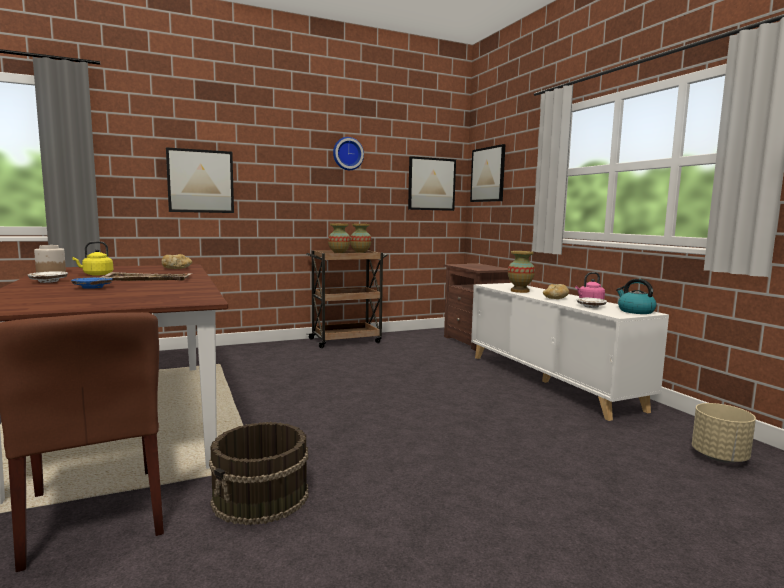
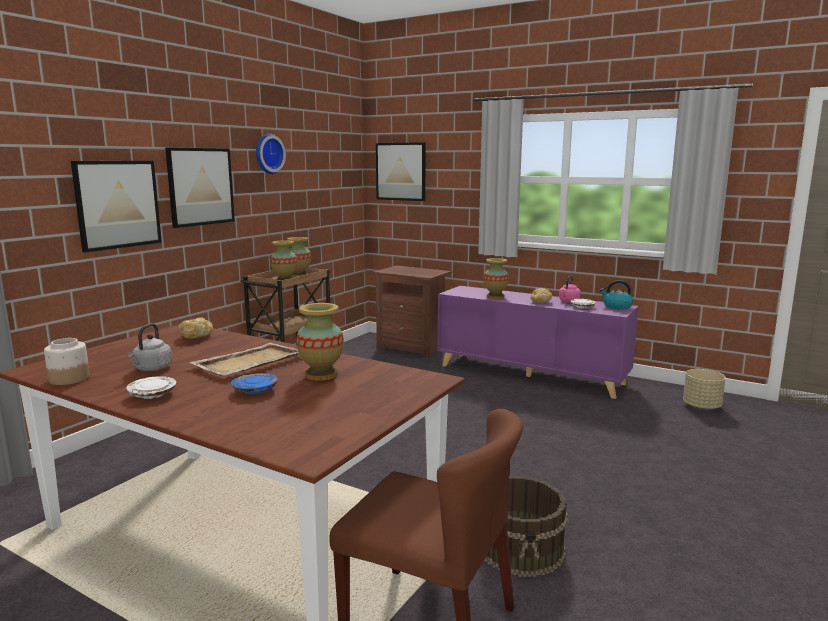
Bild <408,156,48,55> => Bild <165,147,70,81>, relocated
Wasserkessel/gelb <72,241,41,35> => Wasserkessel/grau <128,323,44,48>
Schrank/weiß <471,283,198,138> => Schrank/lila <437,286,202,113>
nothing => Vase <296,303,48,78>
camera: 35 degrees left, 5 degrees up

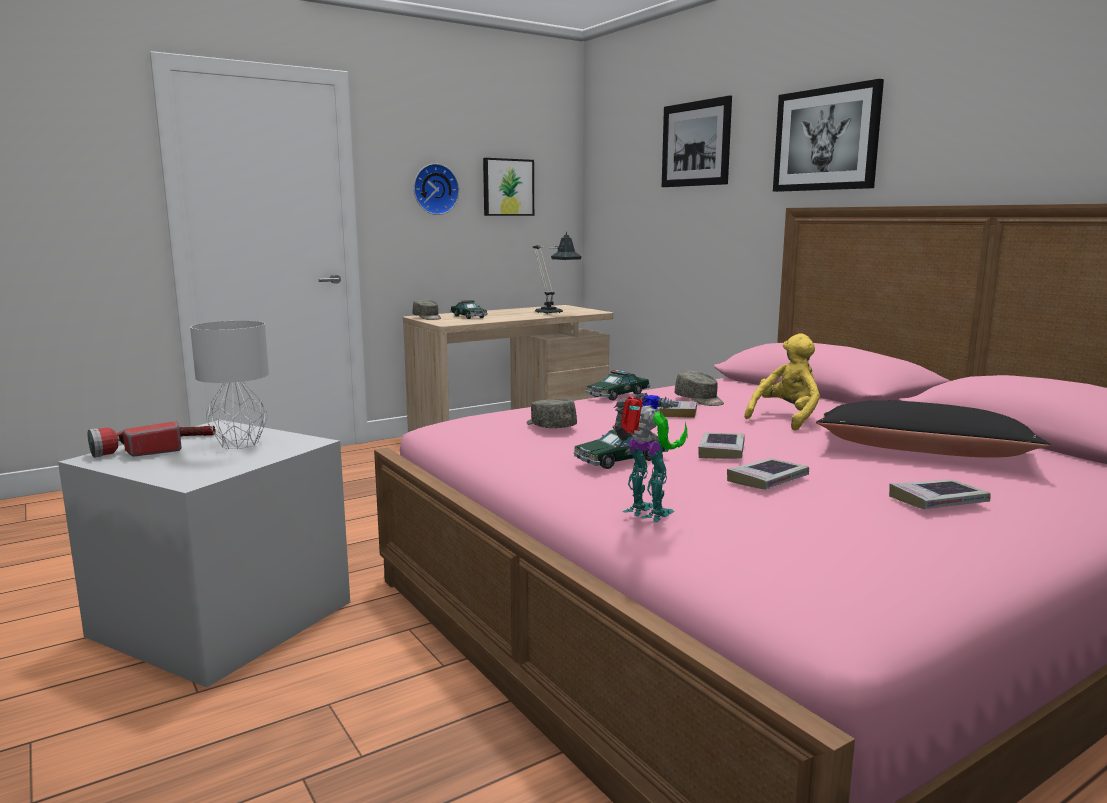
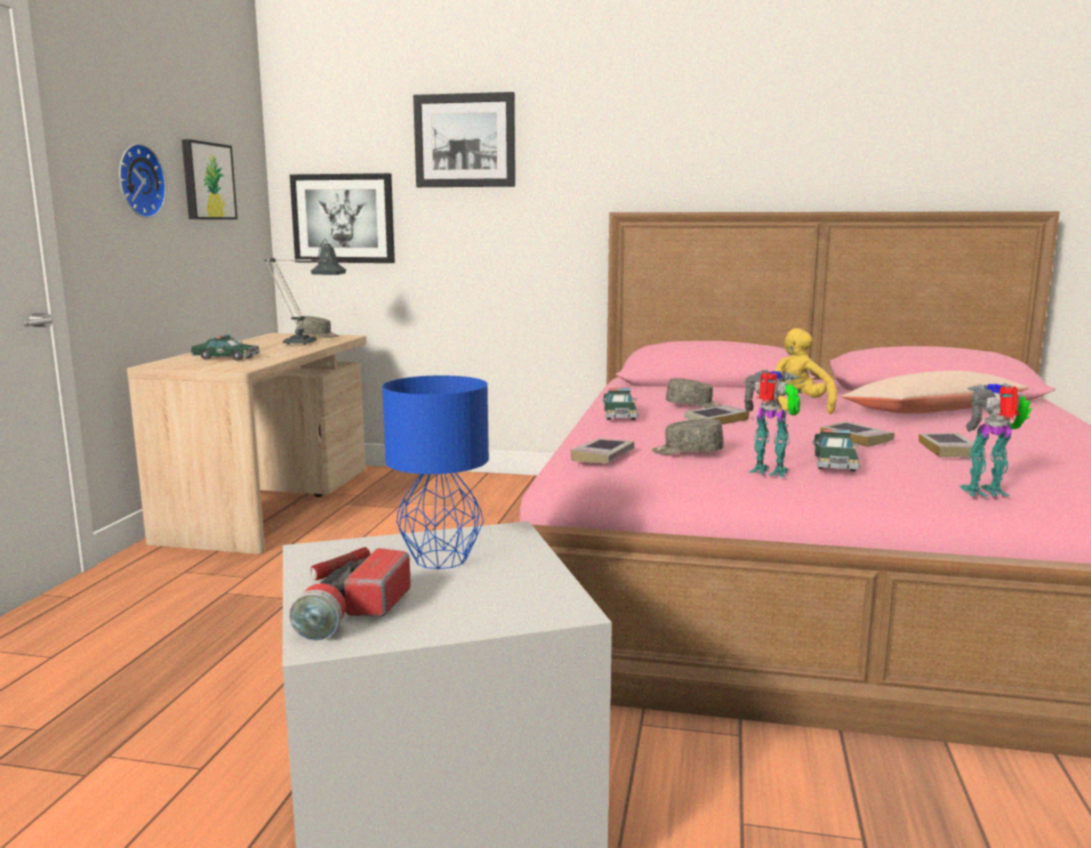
Bild <773,79,111,113> => Bild <290,173,105,90>, relocated
Kappe/grau <412,299,29,21> => Kappe/grau <296,316,43,22>, relocated
Tischlampe/grau <190,321,79,128> => Tischlampe/blau <382,375,107,194>
Kissen/schwarz <816,400,235,58> => Kissen/beige <841,371,188,42>
Buch <889,480,102,29> => Buch <570,439,64,24>, relocated
nothing => Spielzeugroboter <744,370,57,107>
camera: 45 degrees left, 0 degrees up

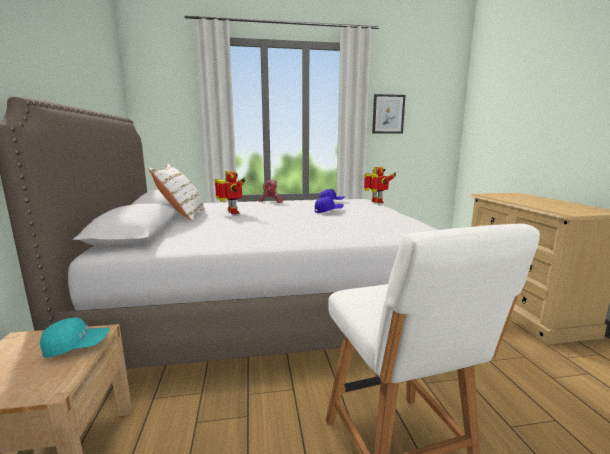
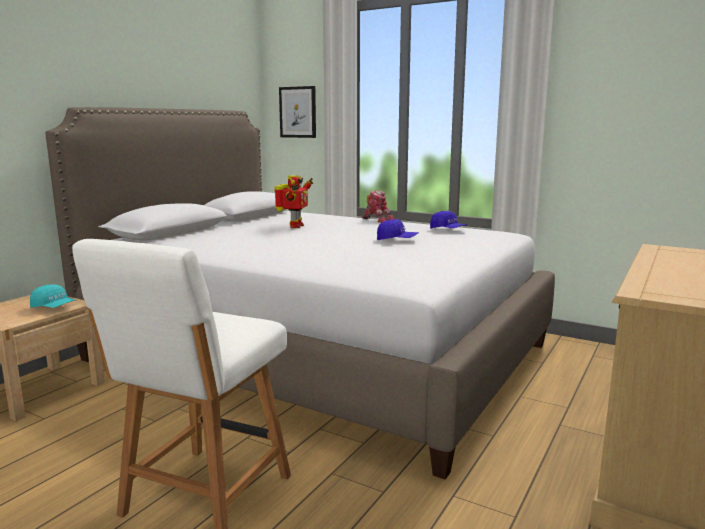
Bild <372,94,34,40> => Bild <279,86,37,52>, relocated
Kissen/weiß <148,164,57,56> => nothing
Spielzeugroboter <364,167,32,36> => nothing
camera: 40 degrees right, 0 degrees up

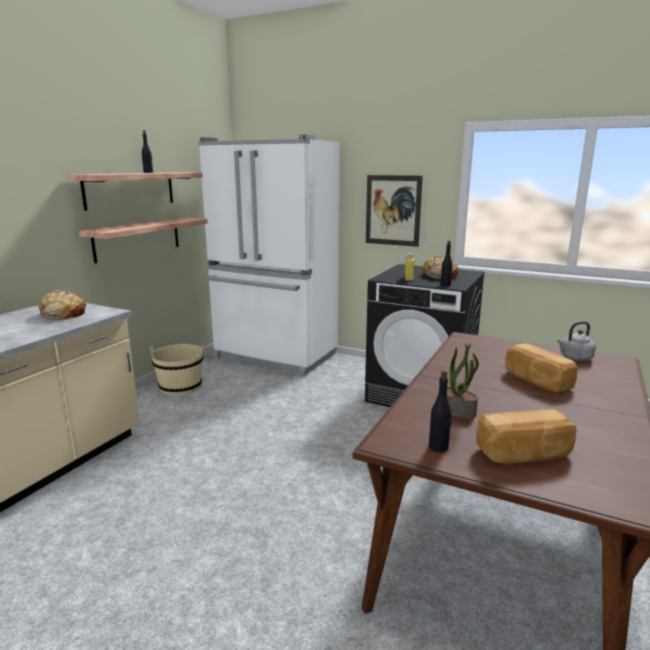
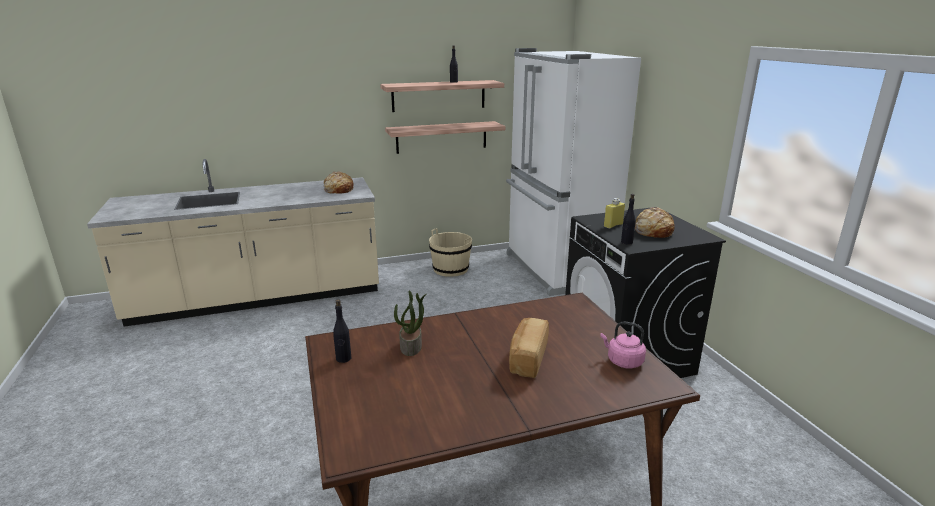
Bild <366,175,57,72> => nothing
Wasserkessel/grau <557,321,39,40> => Wasserkessel/rosa <601,321,45,47>
Brot <476,409,101,54> => nothing
camera: 45 degrees right, 5 degrees up

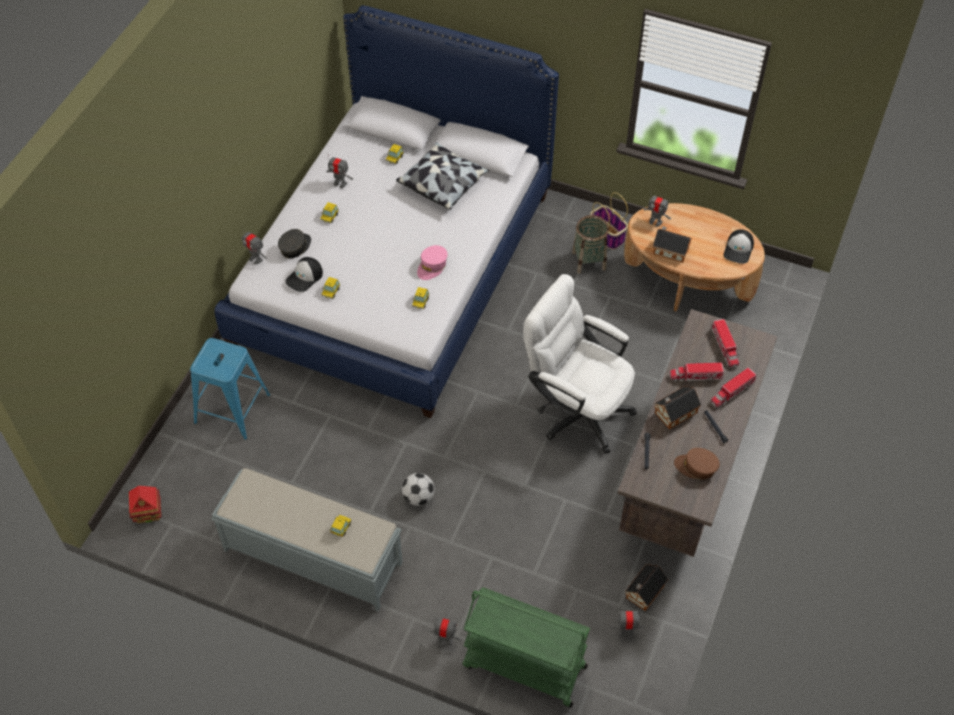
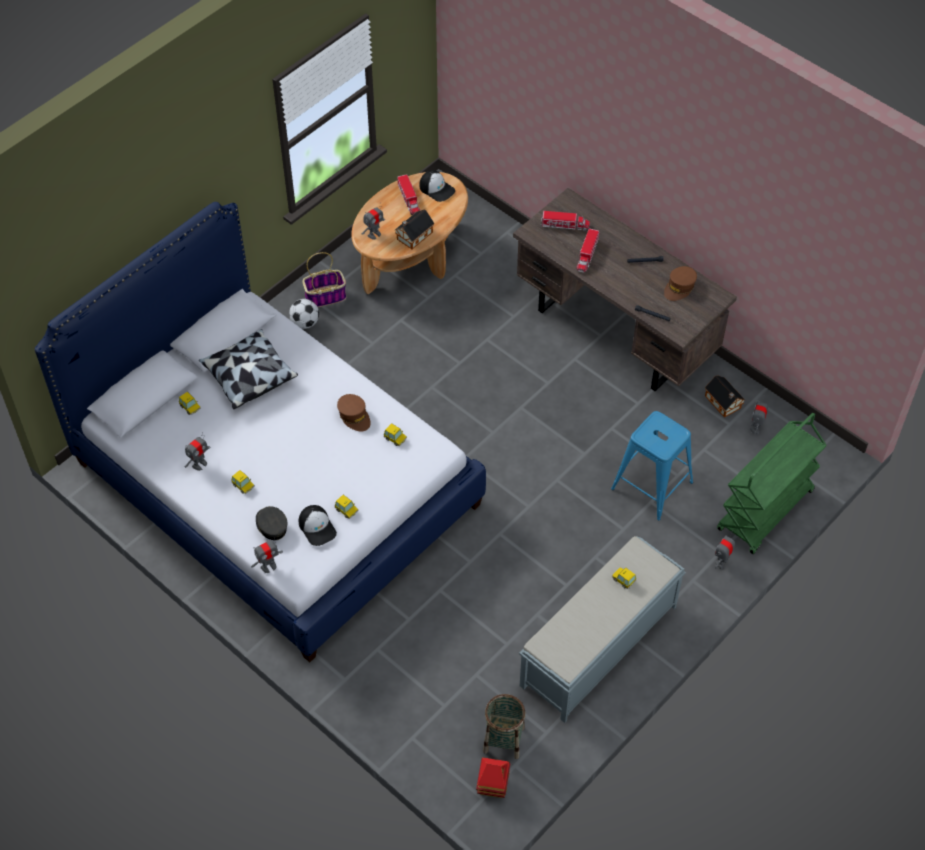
Korb <572,215,37,59> => Korb <483,694,42,65>, relocated
Kappe/rosa <417,245,31,35> => Kappe/braun <337,394,34,38>
Bürostuhl/weiß <523,274,114,180> => nothing
Hocker/blau <190,338,80,102> => Hocker/blau <611,411,82,110>, relocated
Spielzeuglaster <711,368,46,40> => Spielzeuglaster <397,174,23,41>, relocated
Spielzeughaus <654,386,47,43> => nothing
Fußball <402,473,33,33> => Fußball <289,299,30,30>, relocated
camera: 70 degrees left, 0 degrees up

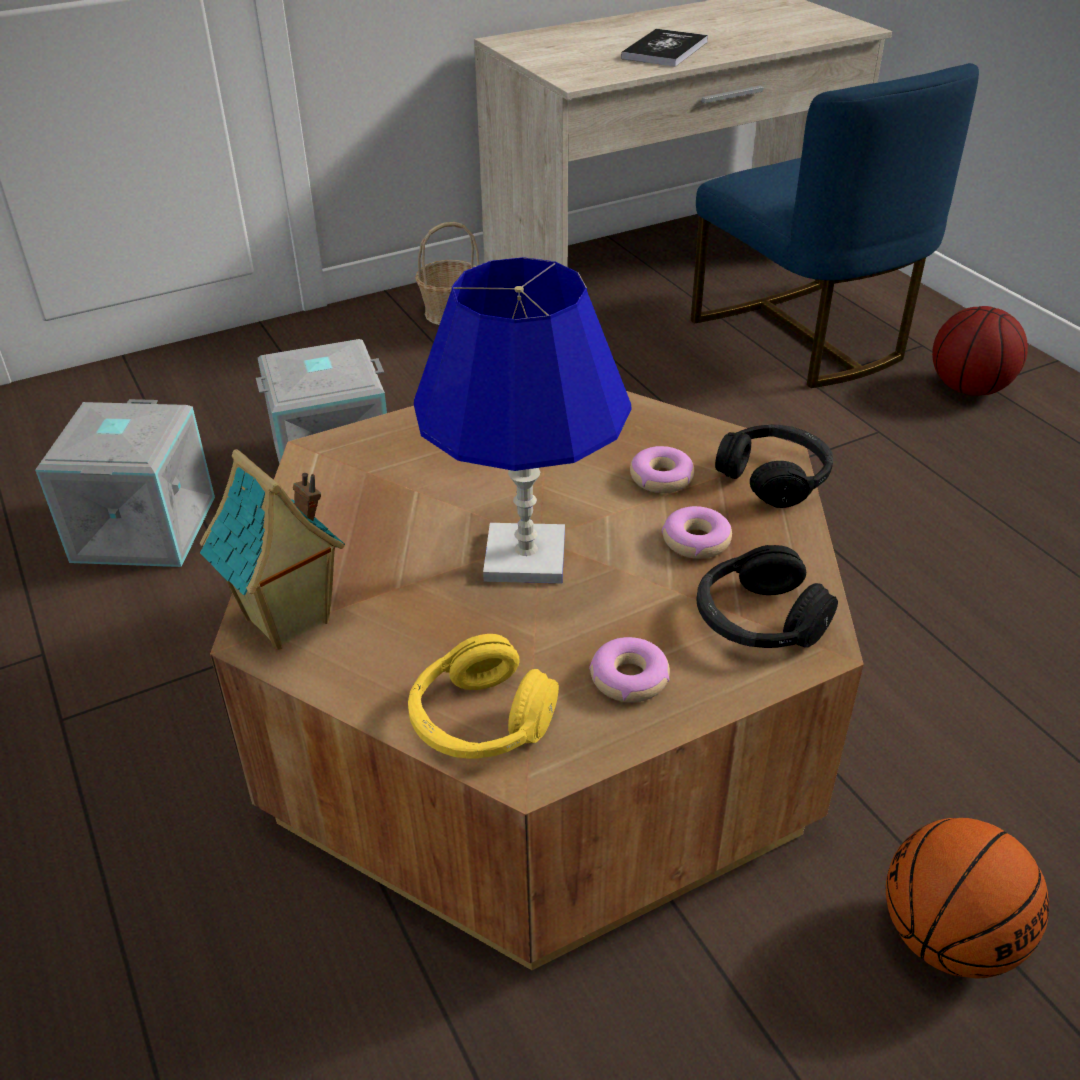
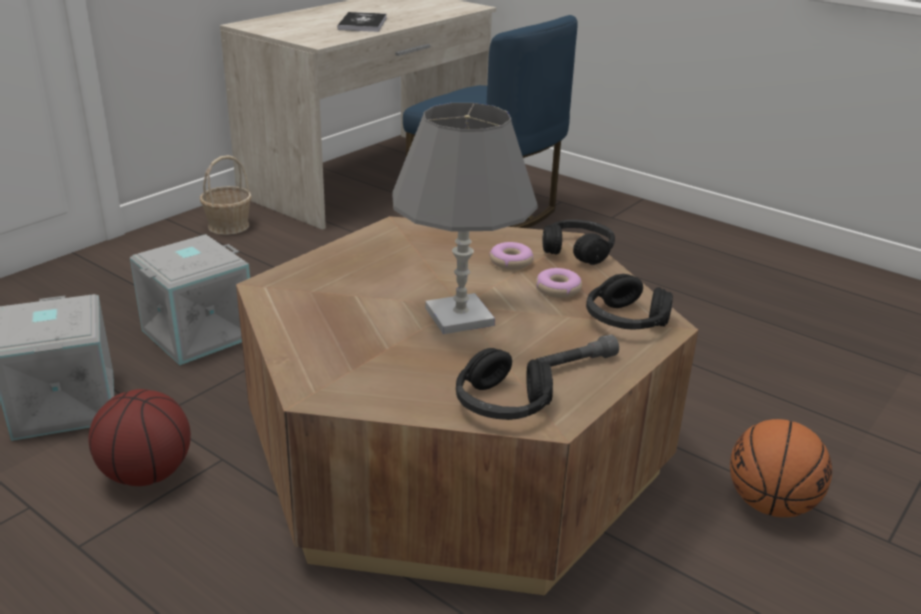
Tischlampe/blau <414,257,218,326> => Tischlampe/grau <392,103,146,231>
Basketball <932,306,96,90> => Basketball <88,389,103,97>, relocated
Spielzeughaus <200,449,145,201> => nothing
Kopfhörer/gelb <408,634,151,125> => Kopfhörer/schwarz <456,348,97,72>
Donut <589,637,81,66> => Taschenlampe/grau <535,335,84,32>
camera: 25 degrees left, 10 degrees down

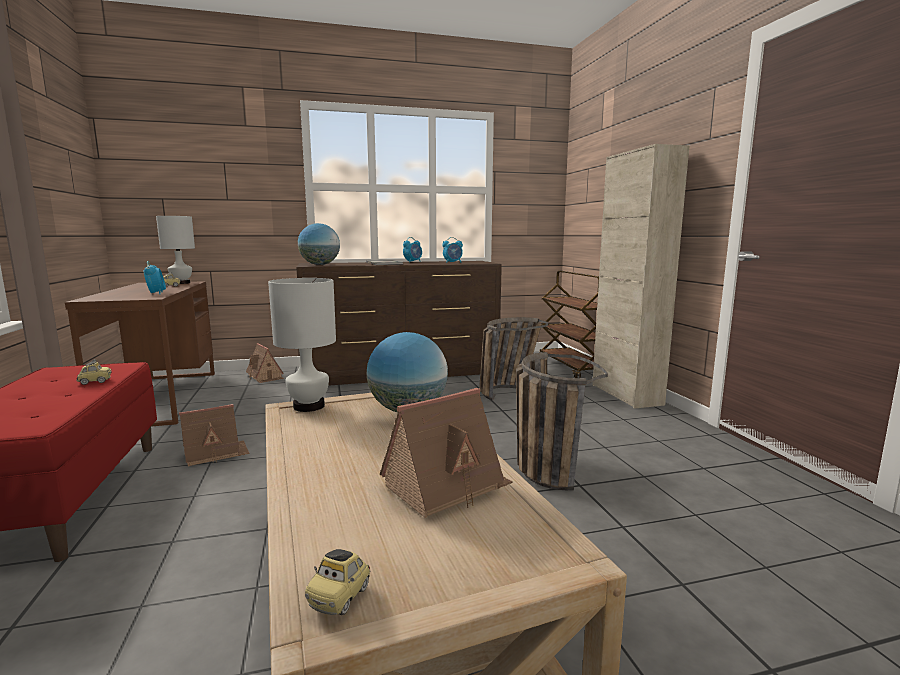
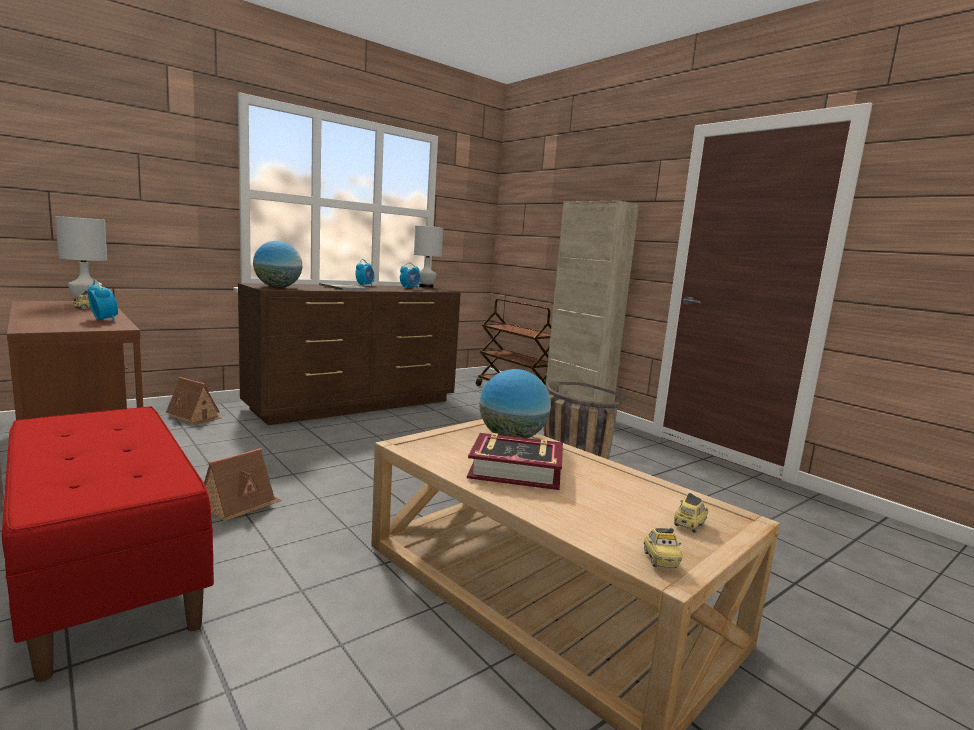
Tischlampe/weiß <268,278,68,134> => Tischlampe/weiß <414,226,29,62>, relocated
Korb <479,317,69,84> => nothing
Spielzeugauto <76,359,35,26> => Spielzeugauto <674,493,34,40>, relocated
Spielzeughaus <380,388,133,130> => nothing
nothing => Buch <467,433,96,57>
camera: 25 degrees left, 0 degrees up

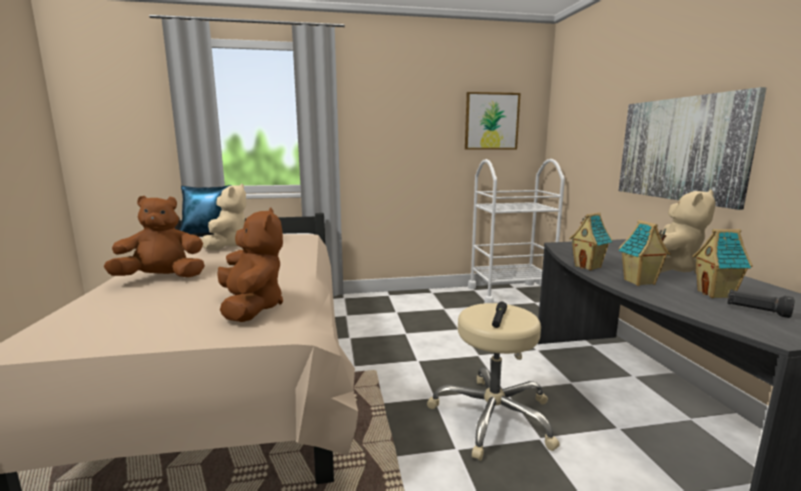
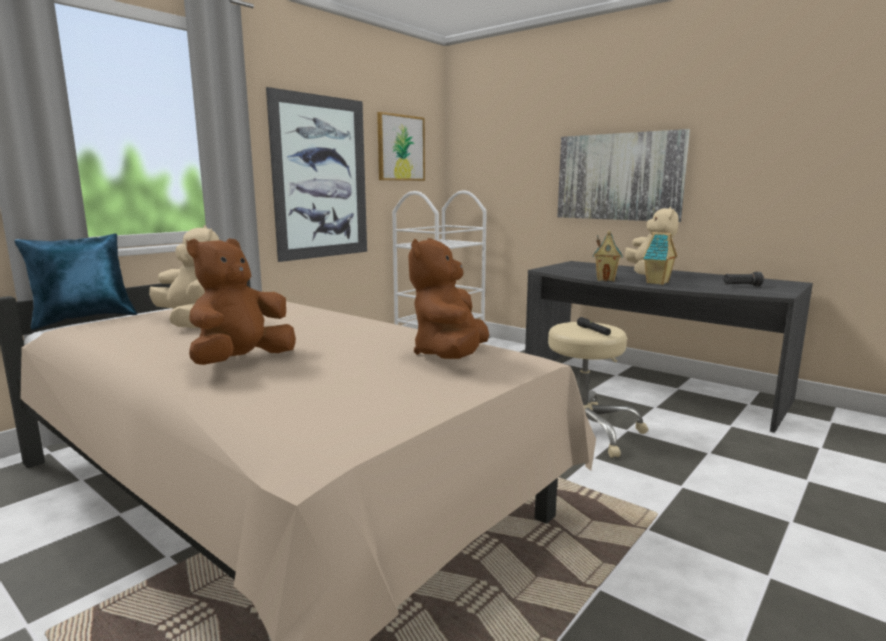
Plüschtier/braun <217,208,66,114> => Plüschtier/braun <408,238,81,121>, 105 degrees counterclockwise
Spielzeughaus <692,229,61,69> => nothing
nothing => Bild <266,87,101,175>
camera: 40 degrees left, 0 degrees up

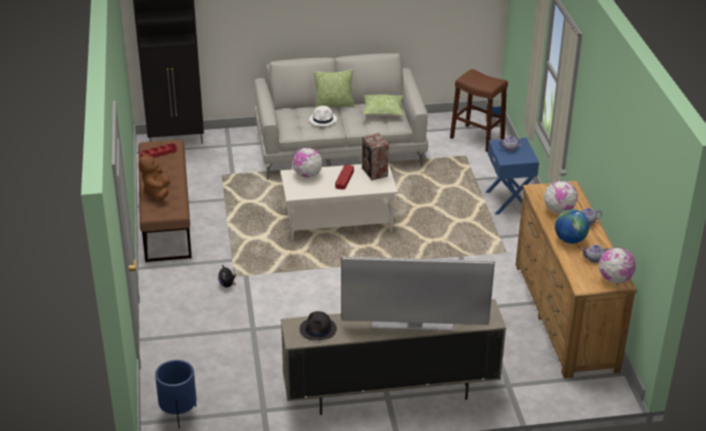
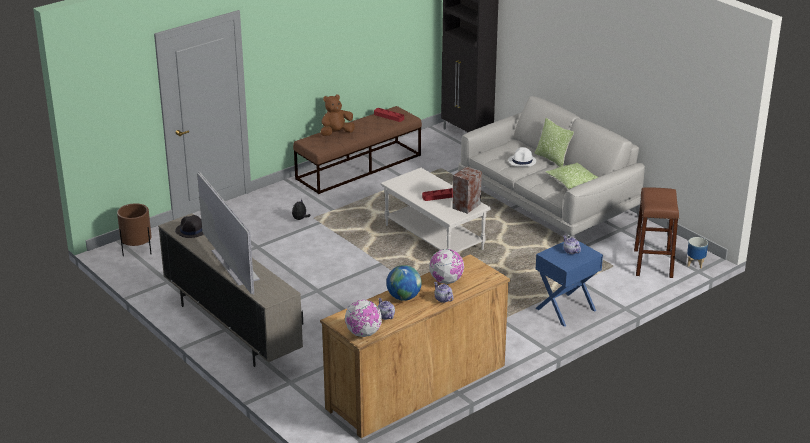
Globus <292,148,31,30> => nothing
Pflanzkübel/blau <155,360,42,69> => Pflanzkübel/braun <117,203,35,53>
camera: 60 degrees right, 5 degrees down

